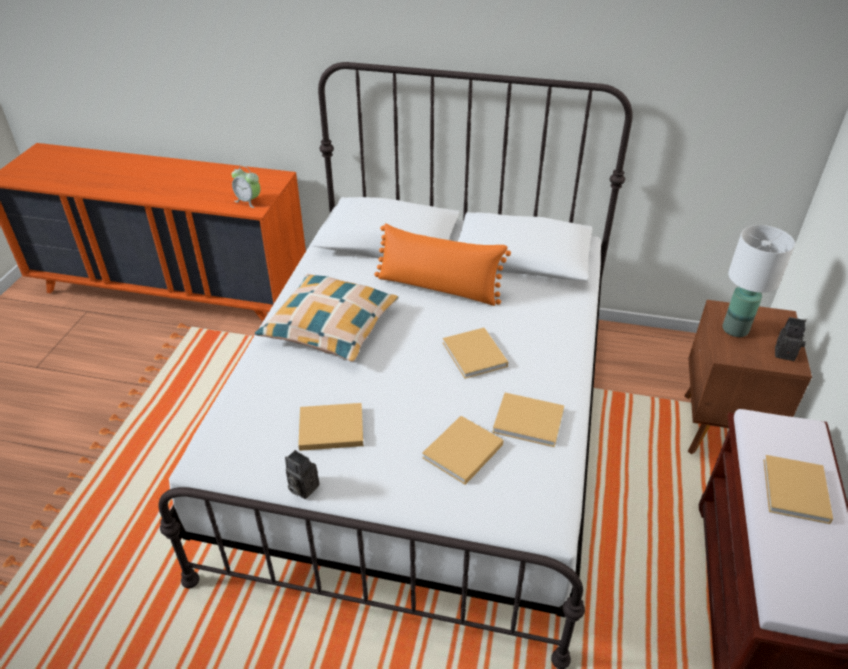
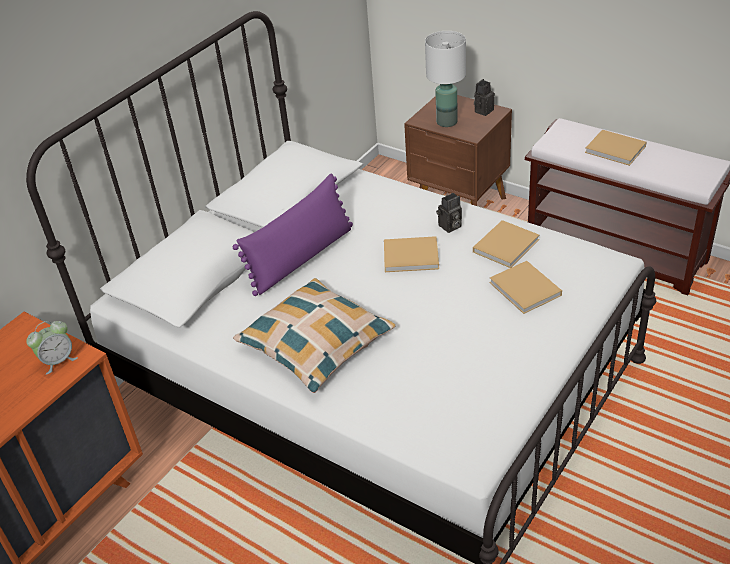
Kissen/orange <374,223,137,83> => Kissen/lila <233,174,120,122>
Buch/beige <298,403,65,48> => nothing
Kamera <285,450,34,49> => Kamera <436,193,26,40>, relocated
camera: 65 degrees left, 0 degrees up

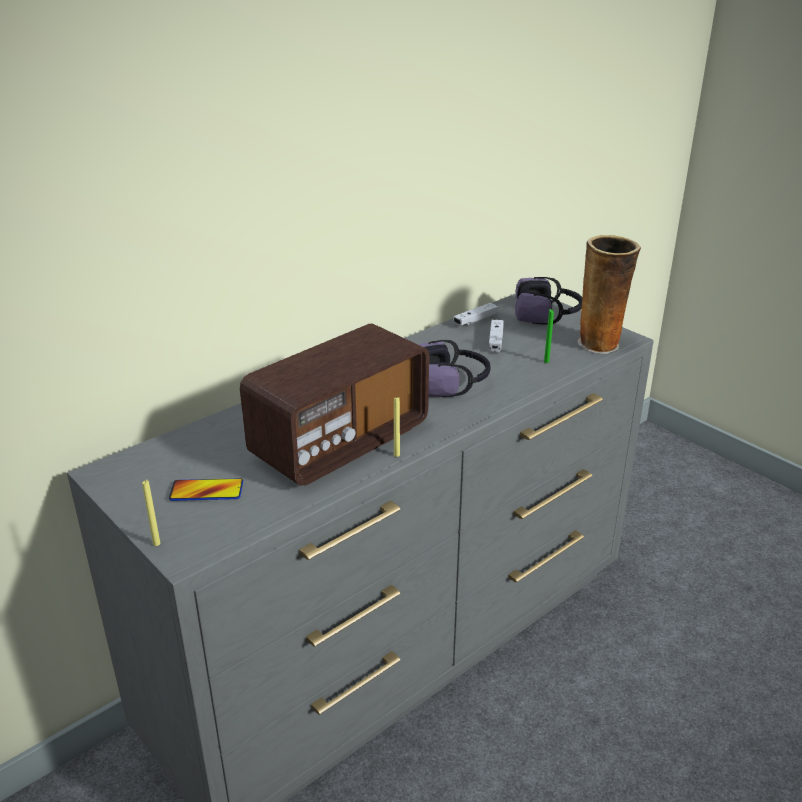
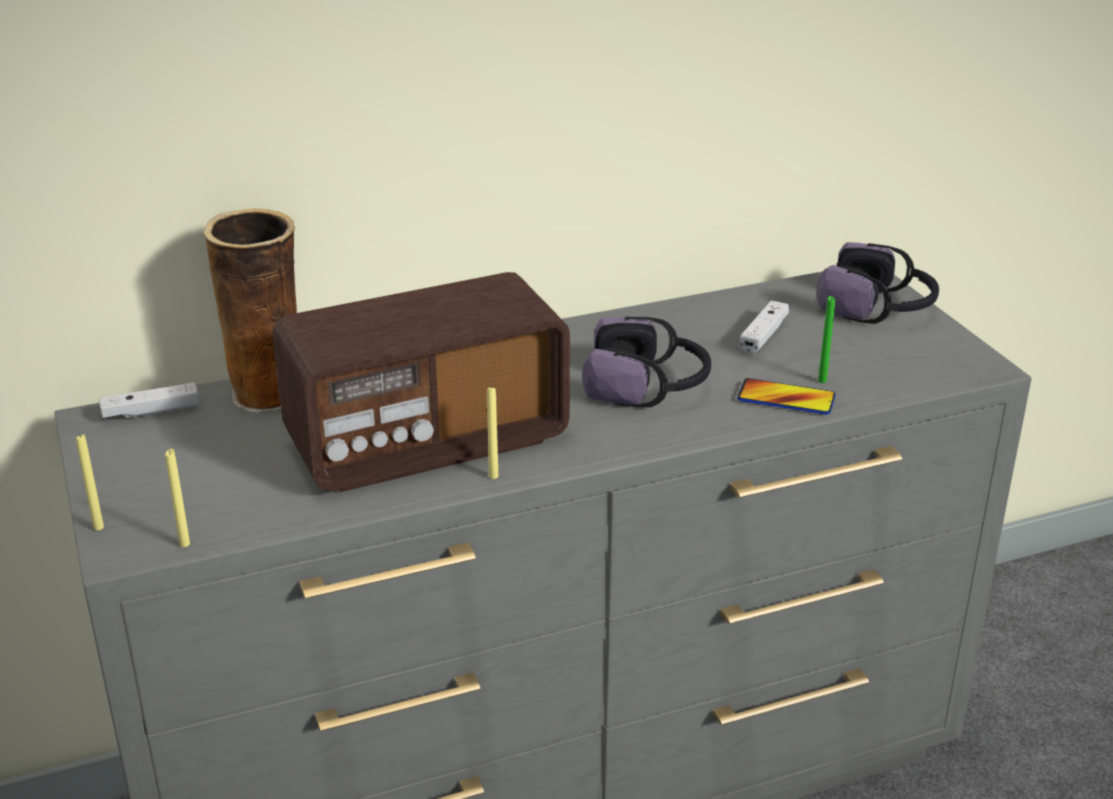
Vase <577,235,64,119> => Vase <203,209,94,204>, relocated
Gamepad/weiß <453,303,45,23> => Gamepad/weiß <99,383,100,35>, relocated
Handy <169,479,74,22> => Handy <737,378,99,37>, relocated
nothing => Kerze/gelb <165,449,25,98>
camera: 20 degrees right, 0 degrees up

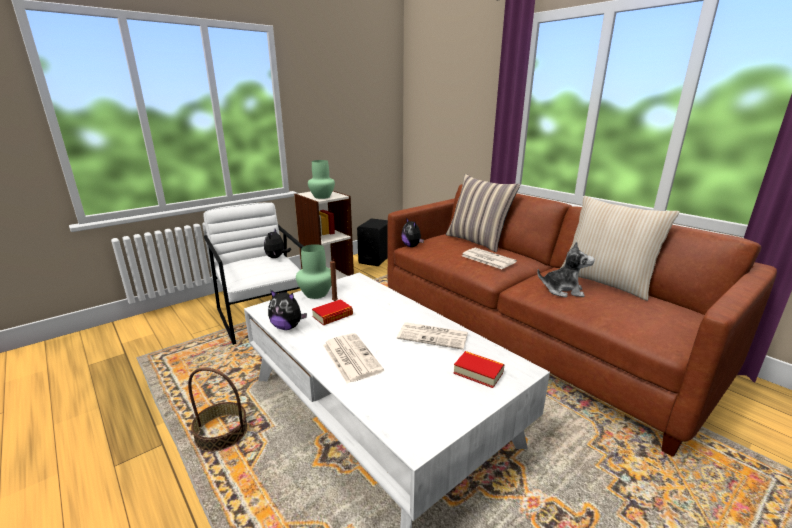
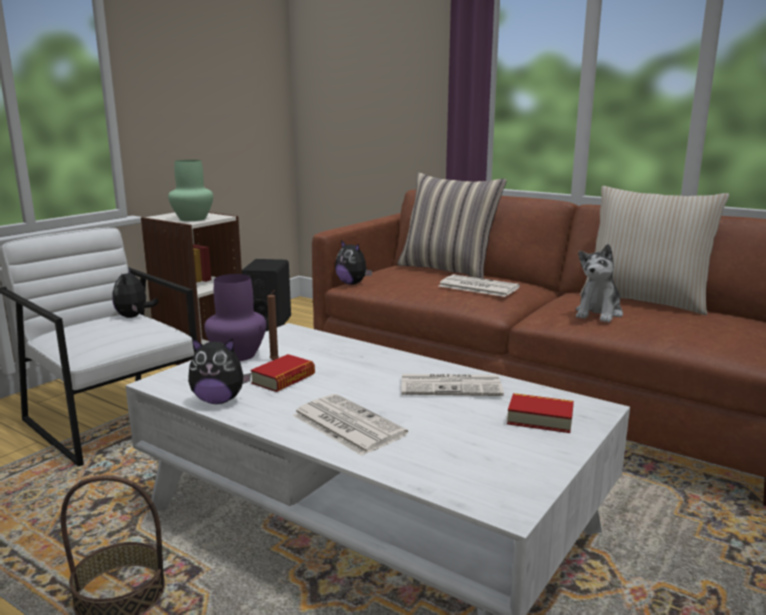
Plüschtier <537,242,58,56> => Plüschtier <576,244,47,79>, 120 degrees clockwise
Vase/grün <296,244,36,55> => Vase/lila <204,274,62,87>
camera: 15 degrees left, 5 degrees down

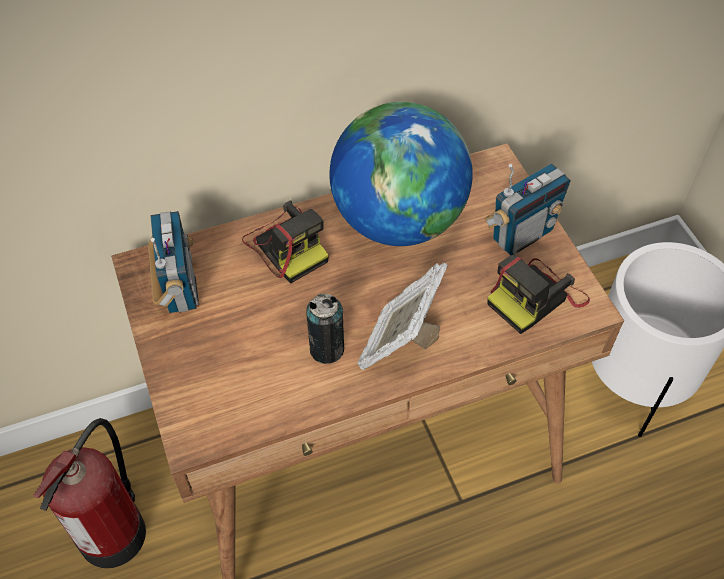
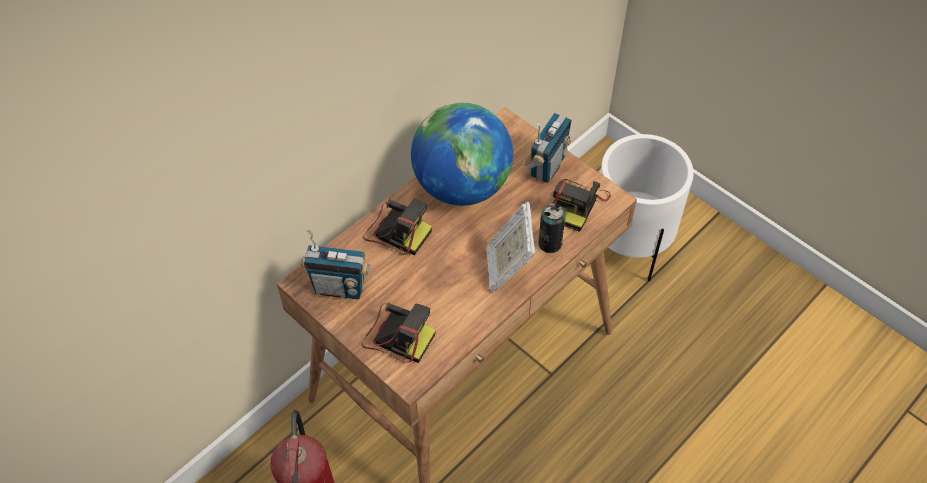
Radio <148,211,51,102> => Radio <301,229,70,70>, 135 degrees clockwise
Dose <306,294,38,70> => Dose <538,203,28,50>, relocated
nothing => Kamera <362,302,74,61>
camera: 25 degrees left, 0 degrees up

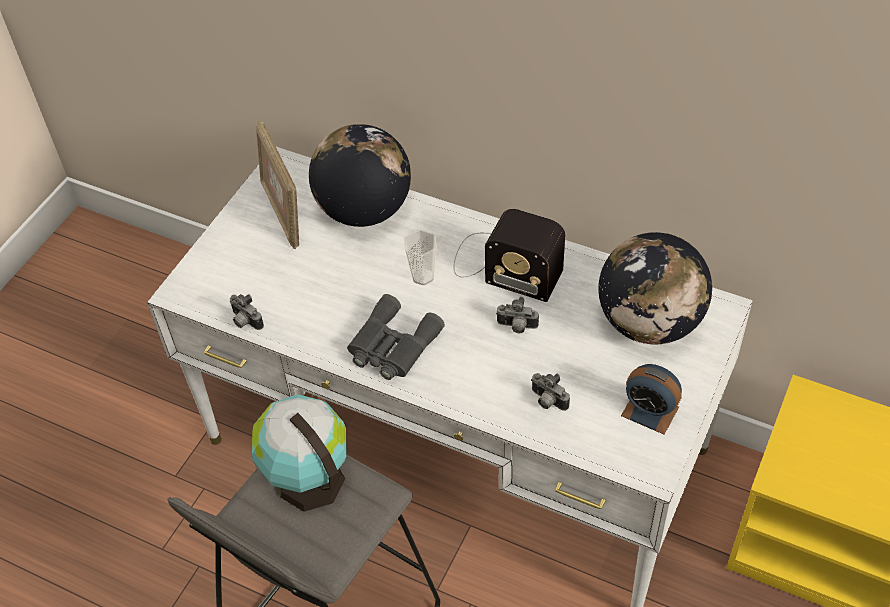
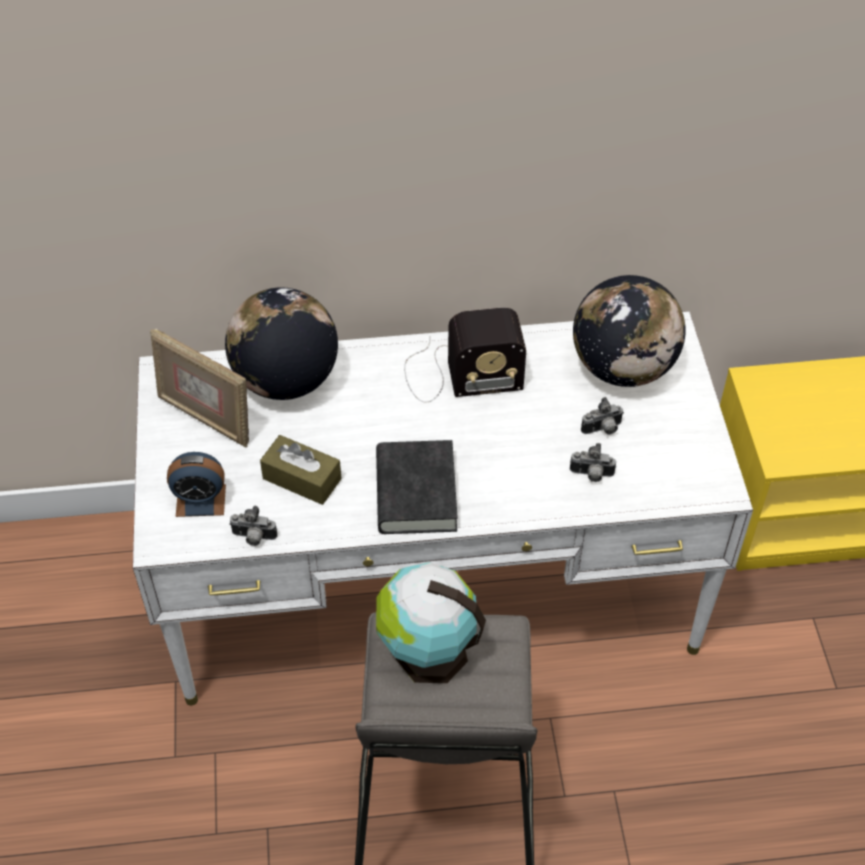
Tasse <404,230,33,55> => nothing
Fernglas/grau <347,294,98,86> => Buch/schwarz <376,440,82,94>
Kamera <496,297,43,36> => Kamera <581,397,43,38>, relocated
Wecker <621,364,61,71> => Wecker <167,452,59,65>, relocated
nothing => Taschentuchbox/braun <260,435,82,70>
camera: 35 degrees left, 0 degrees up

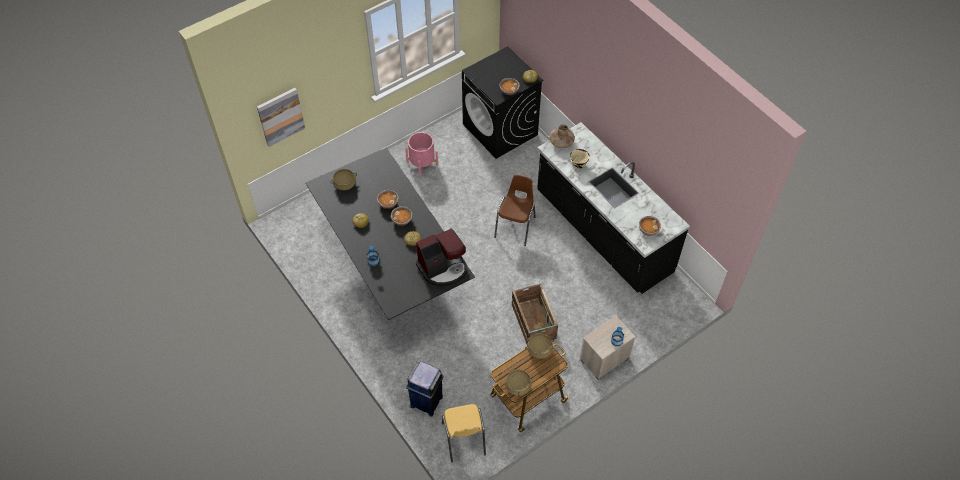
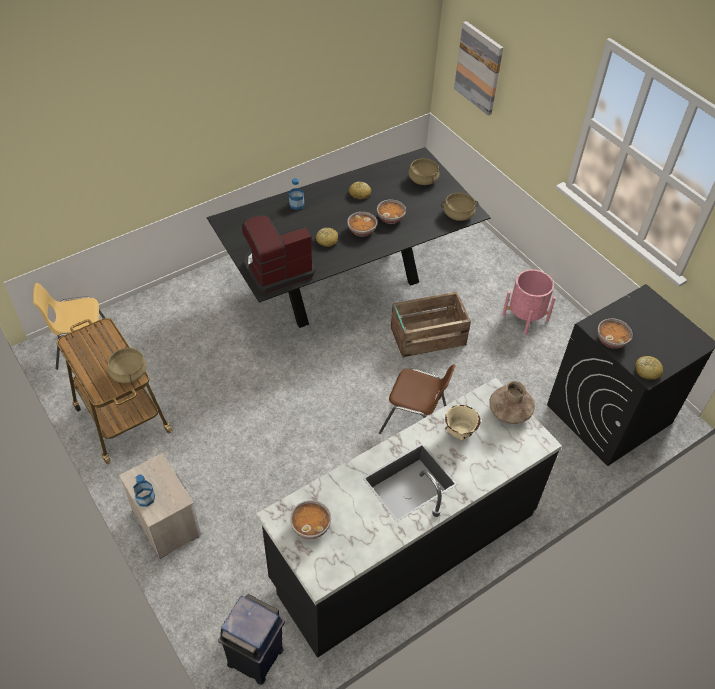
Kaffeemaschine <416,229,51,57> => Kaffeemaschine <242,215,73,78>, 90 degrees clockwise
Kiste <512,284,46,60> => Kiste <391,292,80,66>, relocated
Mülleimer/blau <406,361,38,56> => Mülleimer/blau <218,594,67,91>, relocated
Kochtopf/beige <505,368,26,29> => Kochtopf/beige <441,192,38,29>, relocated
camera: 90 degrees right, 5 degrees down

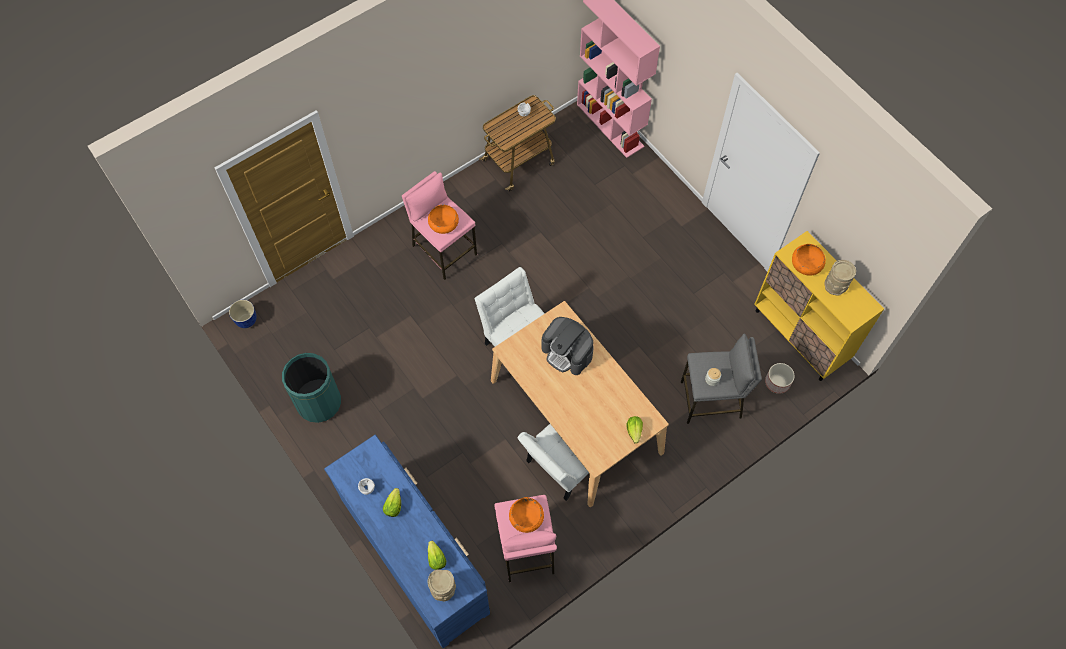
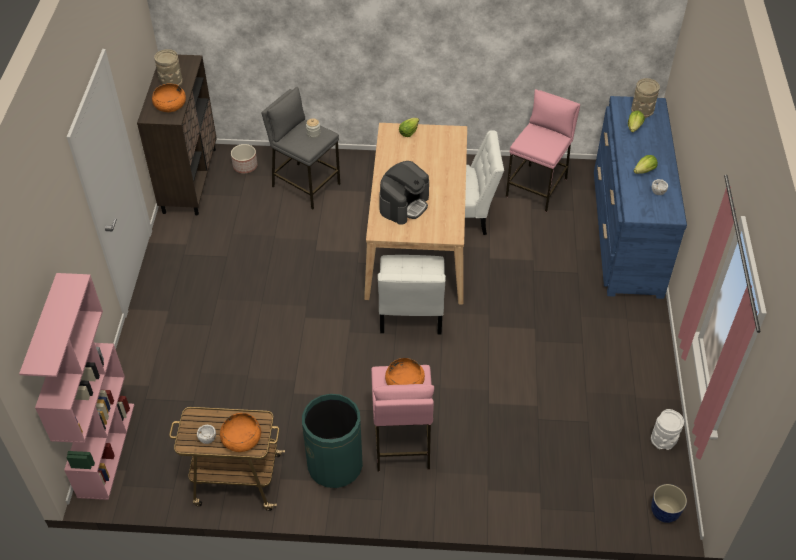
Schrank/gelb <754,231,130,150> => Schrank/braun <137,55,80,161>
Kaffeemaschine <541,317,53,58> => Kaffeemaschine <379,161,50,64>, 45 degrees clockwise
Mülleimer/grün <282,353,59,70> => Mülleimer/grün <302,394,61,94>, relocated
Schüssel/orange <509,497,35,36> => Schüssel/orange <220,413,41,39>, relocated
nothing => Vase/weiß <651,409,33,41>
camera: 140 degrees left, 15 degrees down

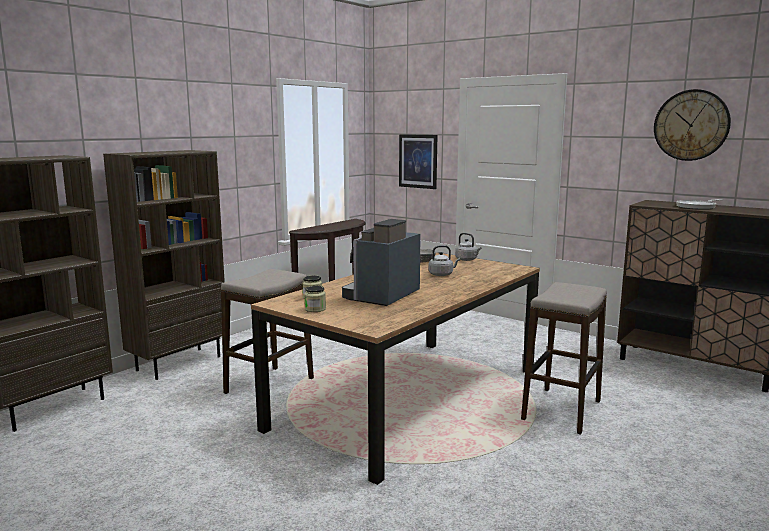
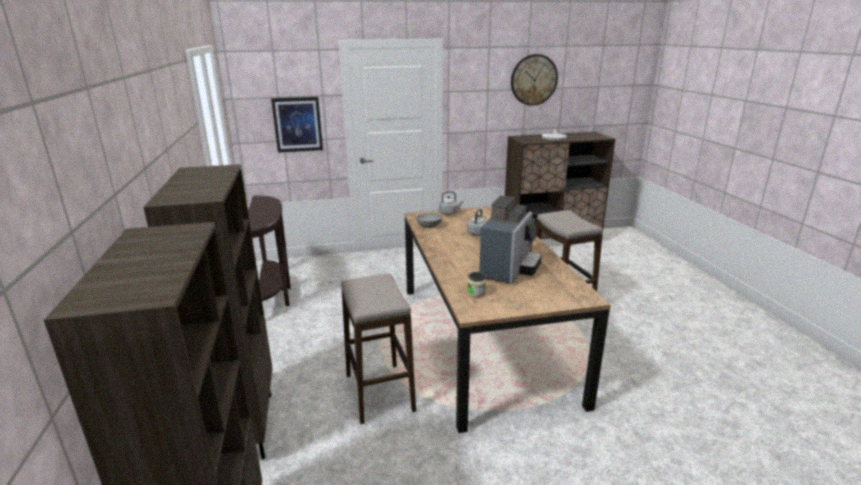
Kaffeemaschine <342,219,79,87> => Kaffeemaschine <479,196,63,88>, 135 degrees counterclockwise
Vorratsglas <304,286,22,26> => nothing
camera: 50 degrees left, 10 degrees up

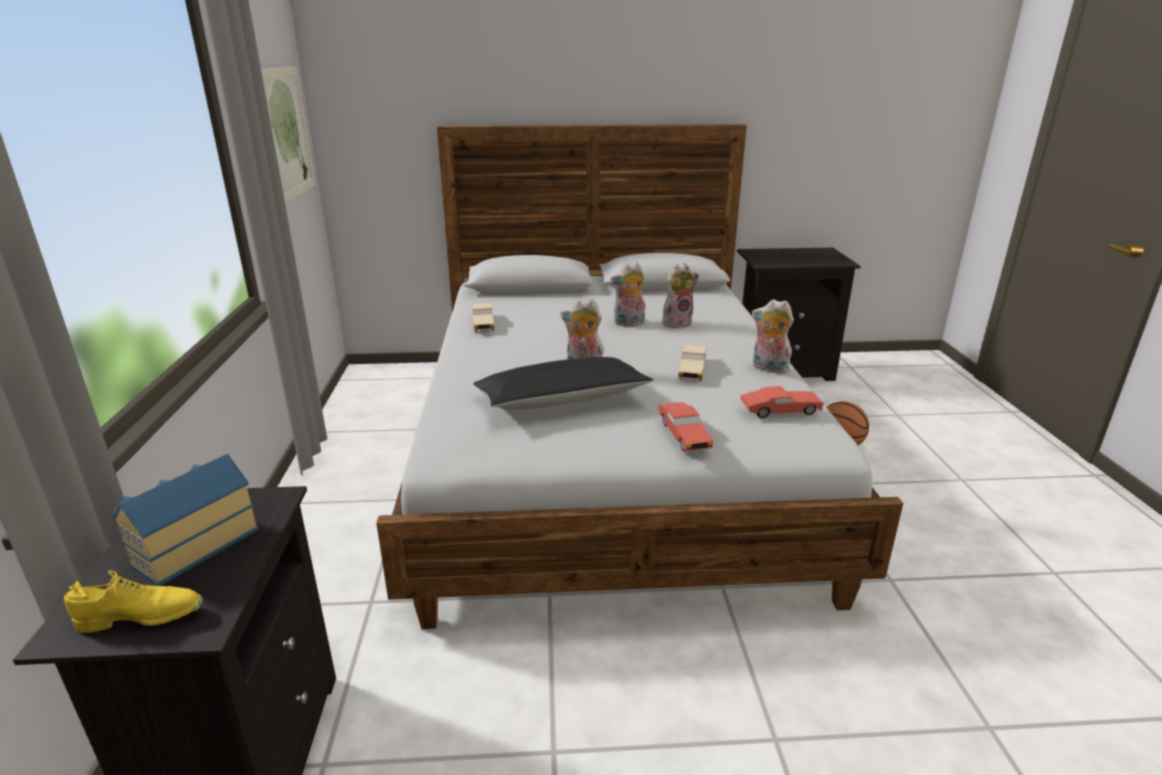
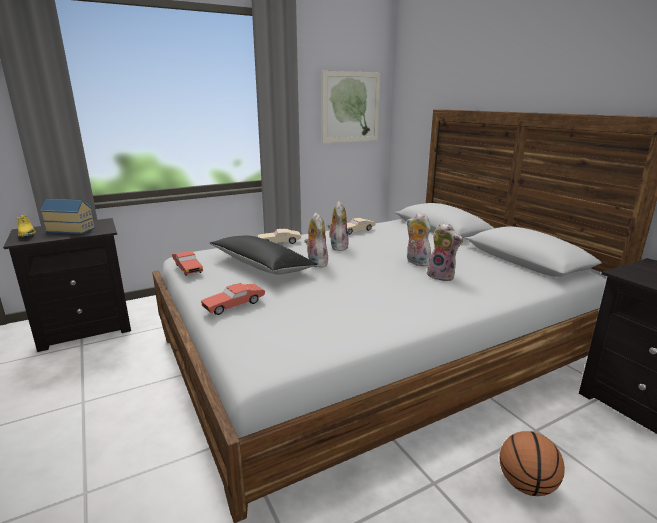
Plüschtier <752,299,42,74> => Plüschtier <328,201,21,50>, relocated
Spielzeugauto/beige <679,345,28,36> => Spielzeugauto/beige <258,229,43,15>, relocated
Spielzeugauto/rot <740,386,84,32> => Spielzeugauto/rot <172,251,31,25>, relocated
camera: 65 degrees right, 5 degrees down

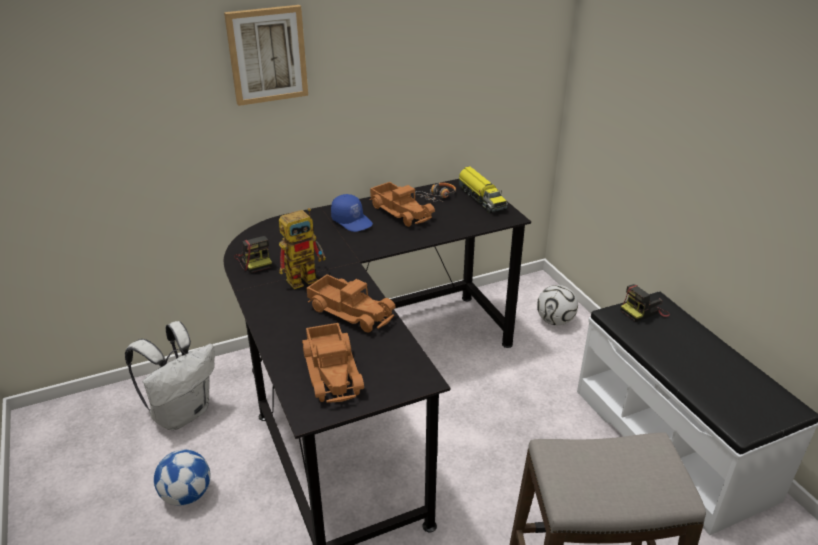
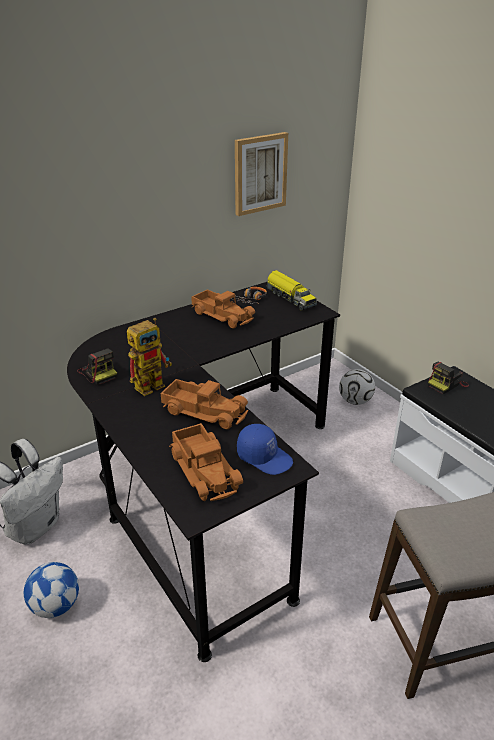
Bild <224,5,84,101> => Bild <235,132,53,84>, relocated
Kappe/blau <331,194,42,38> => Kappe/blau <237,424,56,51>, relocated
camera: 10 degrees left, 0 degrees up

